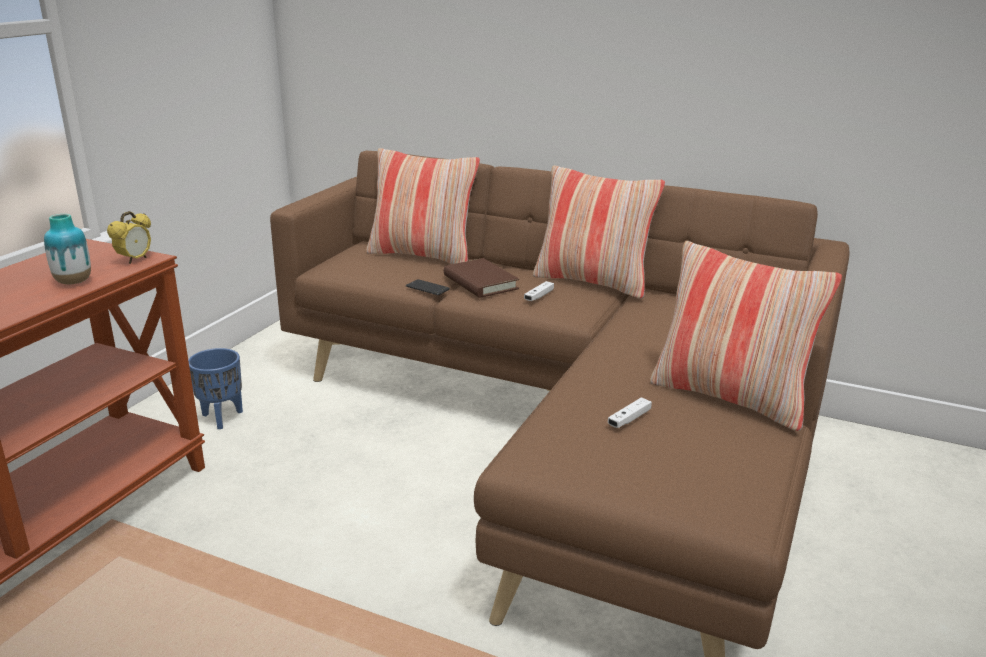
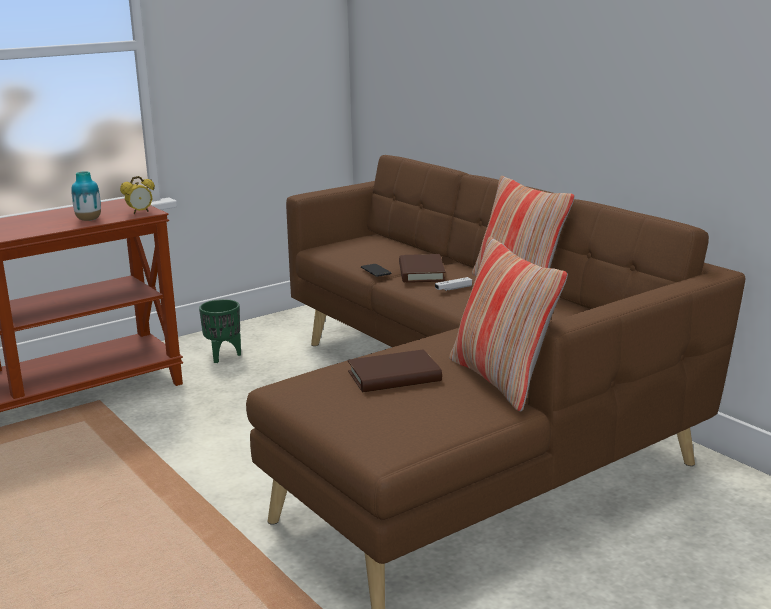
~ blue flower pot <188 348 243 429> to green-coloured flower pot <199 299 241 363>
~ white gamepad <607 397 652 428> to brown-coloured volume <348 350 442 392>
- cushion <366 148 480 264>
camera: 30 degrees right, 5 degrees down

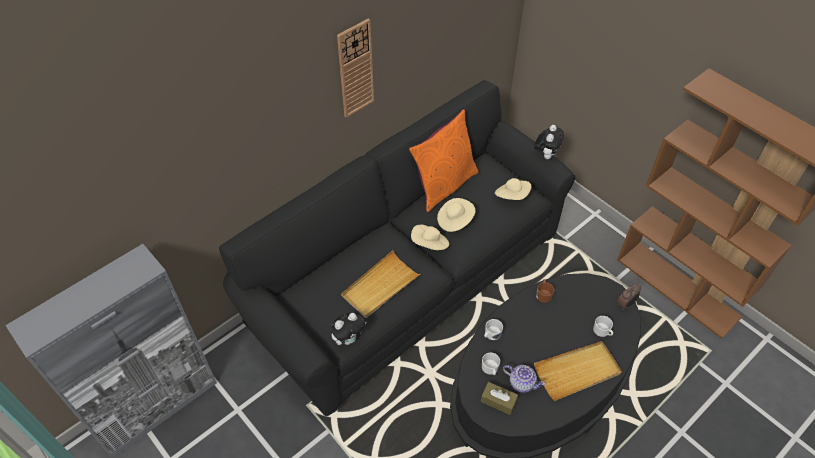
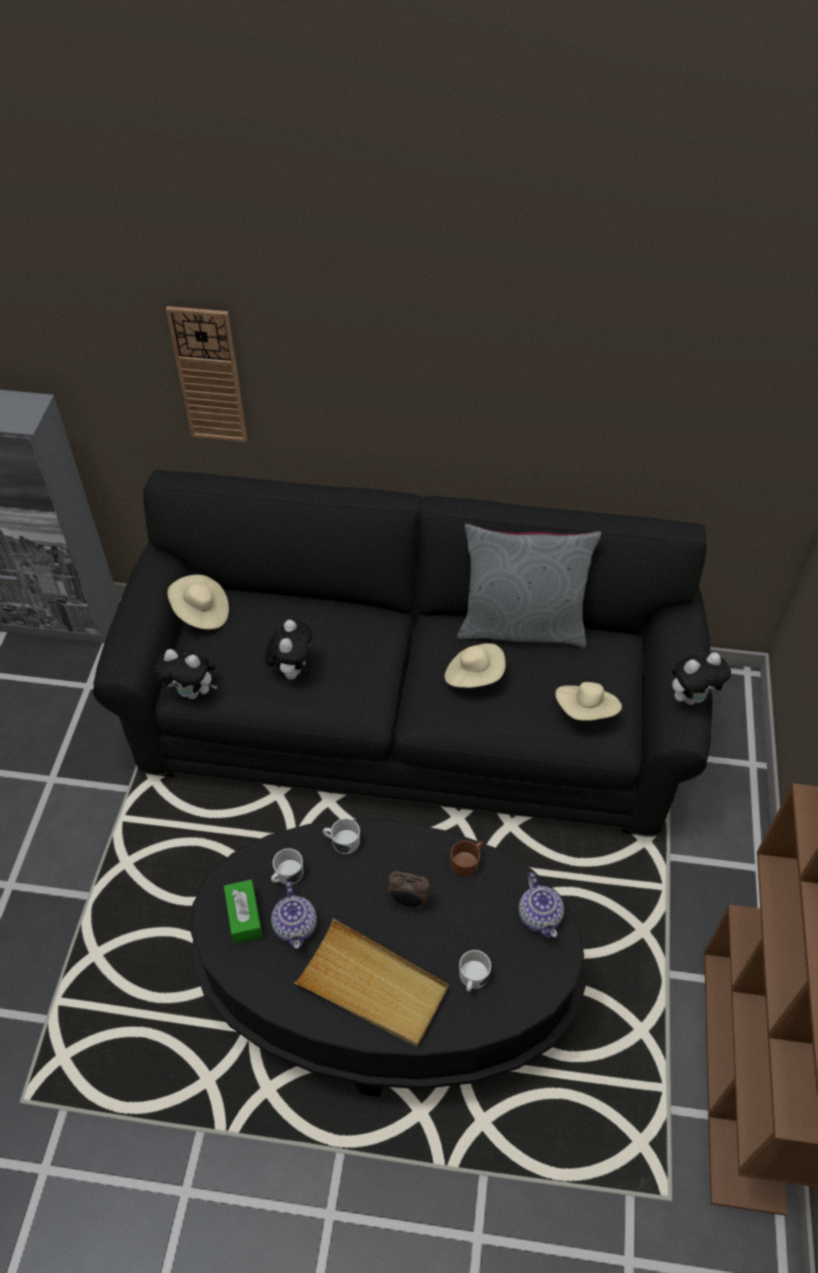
~ hanging clock <337 19 374 118> to <166 306 247 442>
~ beige wearable hat <411 225 449 250> to <167 575 229 630>
~ brown-coloured box of tissues <481 382 518 415> to green-coloured box of tissues <224 879 263 944>
~ beige tray <341 250 420 318> to cuddly toy <265 620 312 680>
~ alarm clock <617 283 641 310> to <387 871 430 909>
~ orangey cushion <409 109 479 212> to greyish cushion <457 523 601 648>
+ pot for tea <519 872 564 938>
camera: 50 degrees right, 0 degrees up

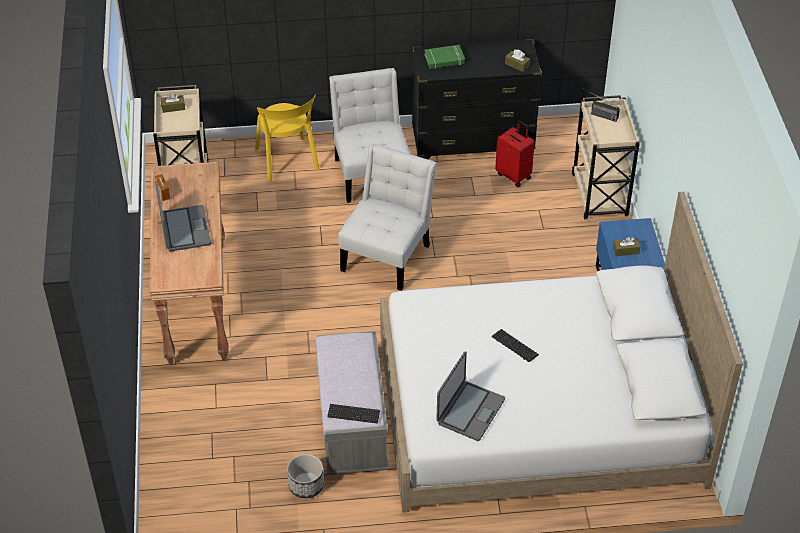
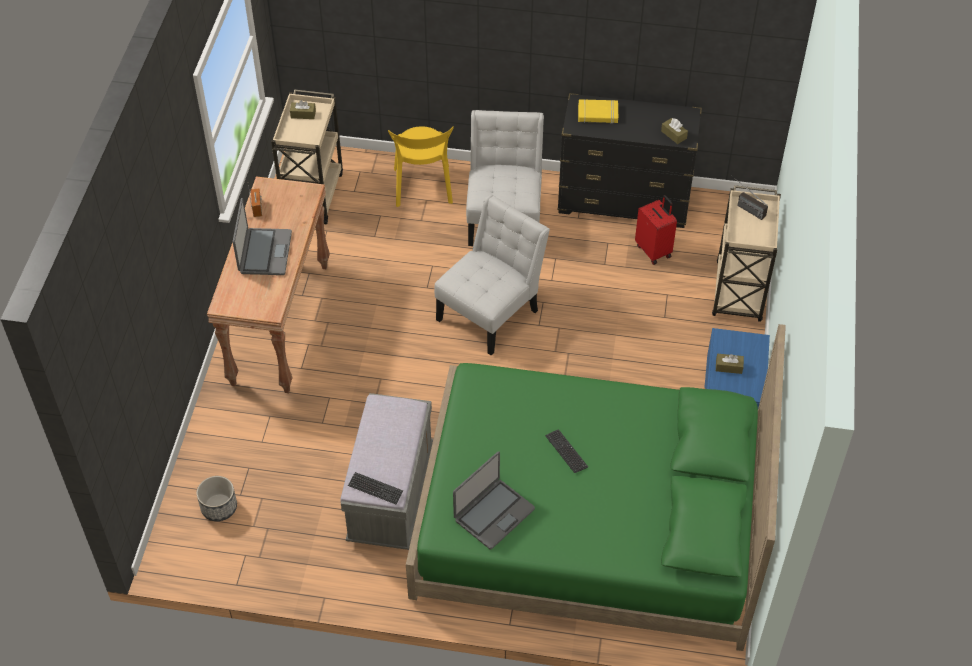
~ flower pot <287 454 324 498> to <197 476 237 521>
~ white bed <380 192 743 513> to green-coloured bed <406 324 786 651>
~ green-coloured volume <424 45 465 69> to yellow volume <578 99 618 123>
camera: 15 degrees right, 5 degrees up

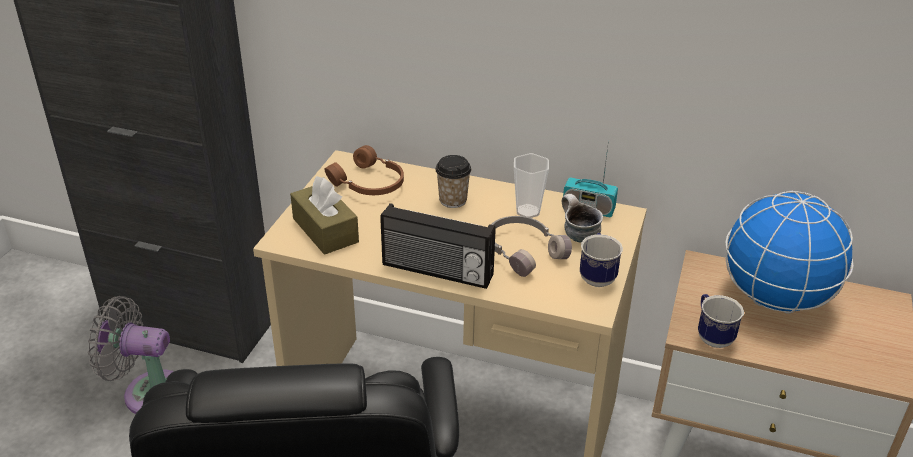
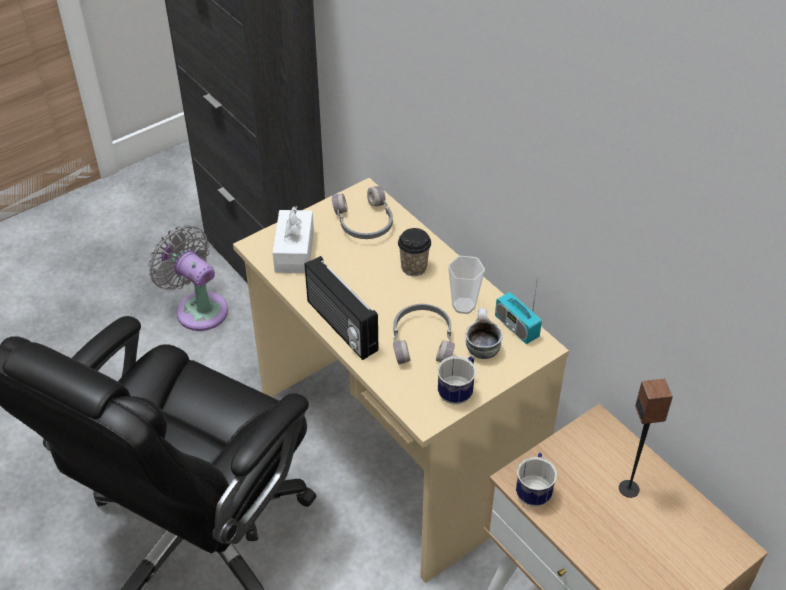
~ brown-coloured box of tissues <290 176 359 255> to white box of tissues <273 206 314 273>
~ brown-coloured headphones <324 145 404 195> to greyish headphones <332 186 393 239>
~ globe <725 191 853 314> to loudspeaker <619 379 673 498>
camera: 35 degrees right, 10 degrees up

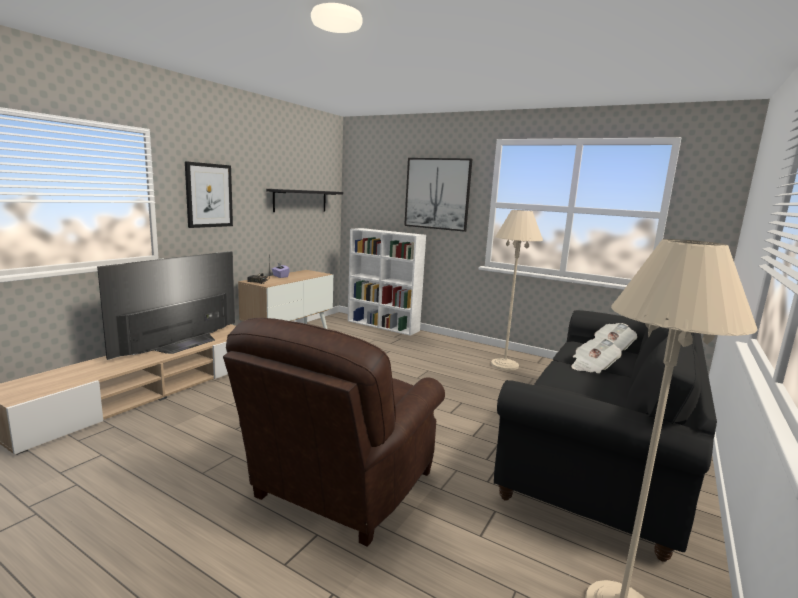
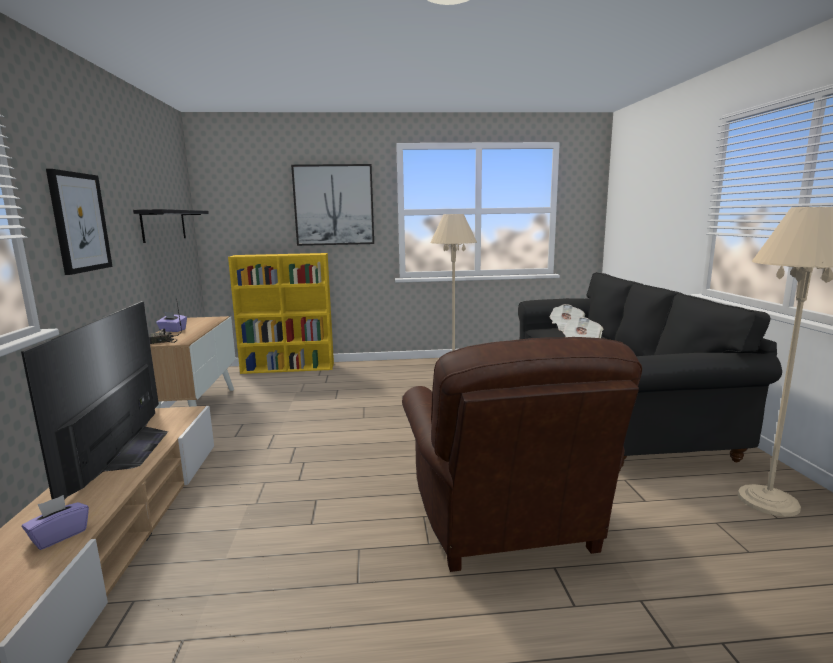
+ purple-coloured box of tissues <22 495 89 550>
~ white shelving unit <348 228 426 336> to yellow shelving unit <228 253 334 374>
camera: 35 degrees left, 0 degrees up

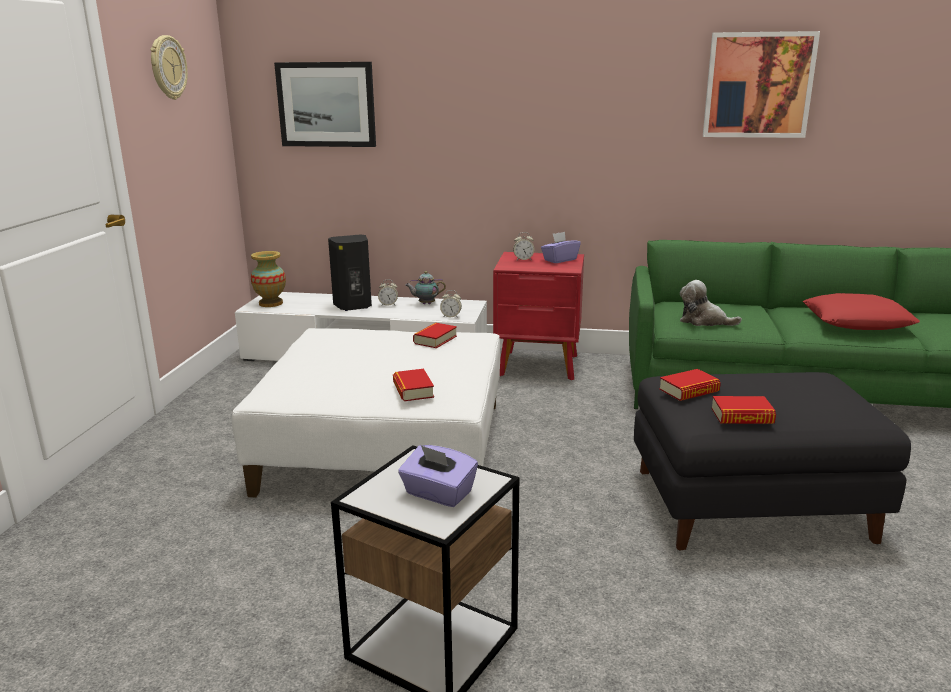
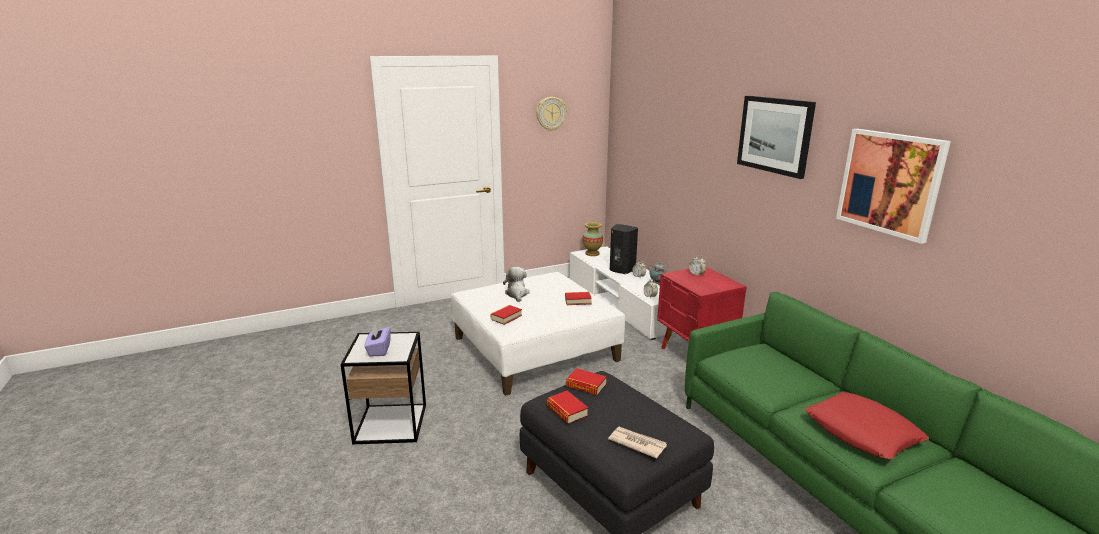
~ cuddly toy <680 280 742 326> to <503 267 530 302>
+ daily paper <608 427 667 458>
~ wall art <274 62 376 147> to <737 96 816 179>
- purple-coloured box of tissues <541 232 581 263>
camera: 55 degrees right, 0 degrees up

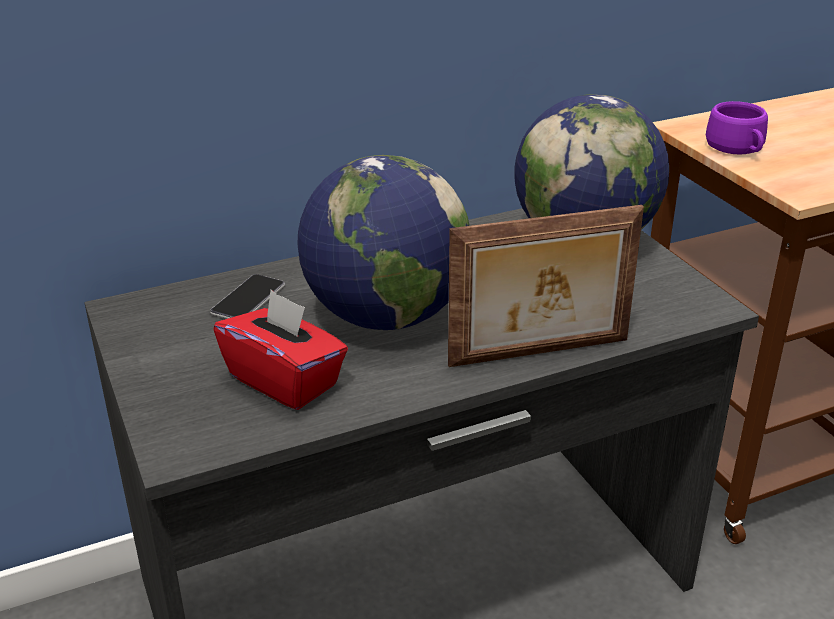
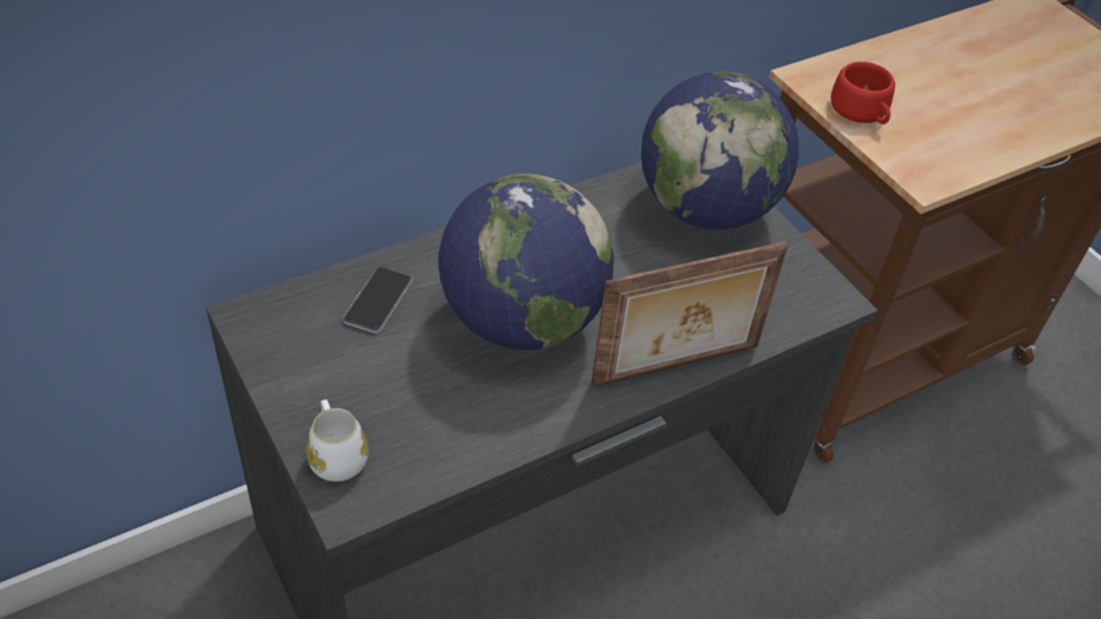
+ white mug <306 399 369 482>
~ purple-coloured drinking cup <706 101 768 154> to red drinking cup <831 62 895 124>
- red box of tissues <213 290 348 410>
camera: 10 degrees left, 15 degrees up

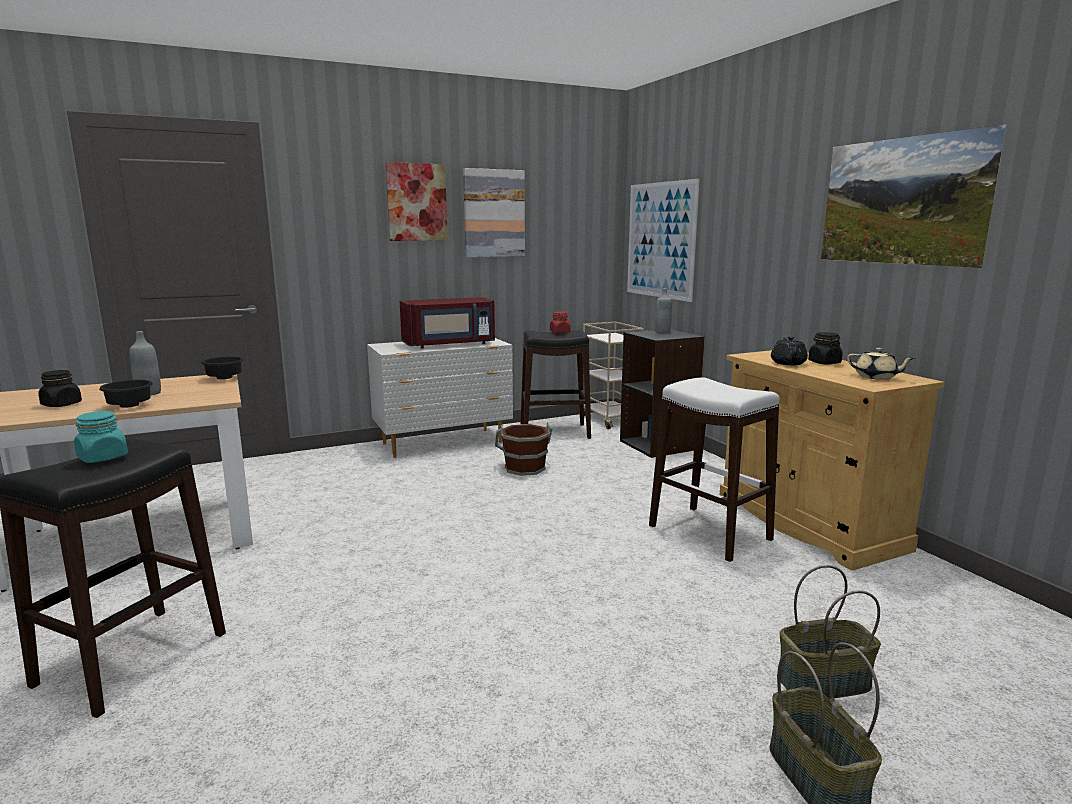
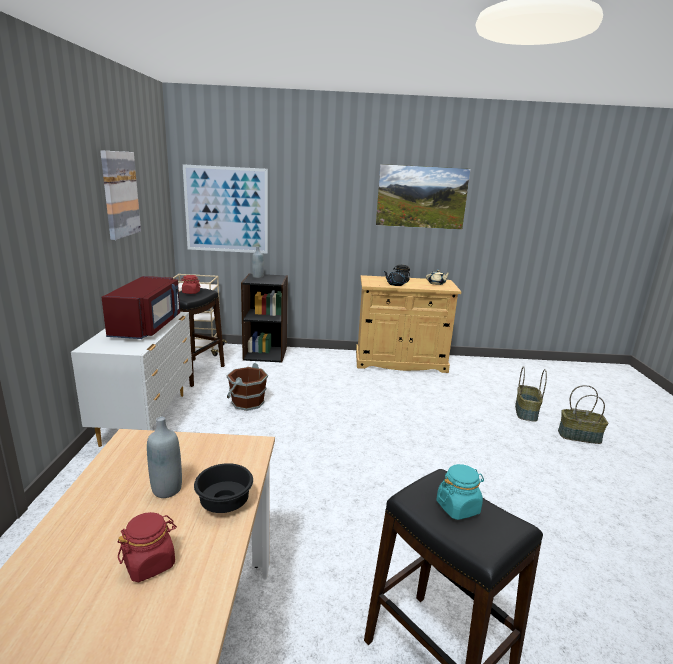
~ black-coloured preserve jar <38 370 82 407> to red preserve jar <118 512 177 582>
- black-coloured serving bowl <201 356 244 379>
- wall art <385 162 448 241>
- white stool seat <649 377 780 562>
camera: 65 degrees left, 5 degrees up

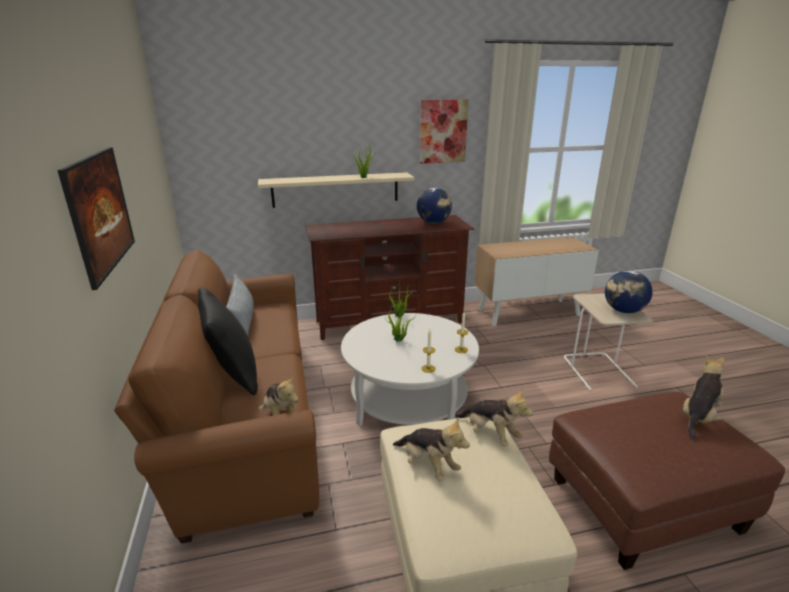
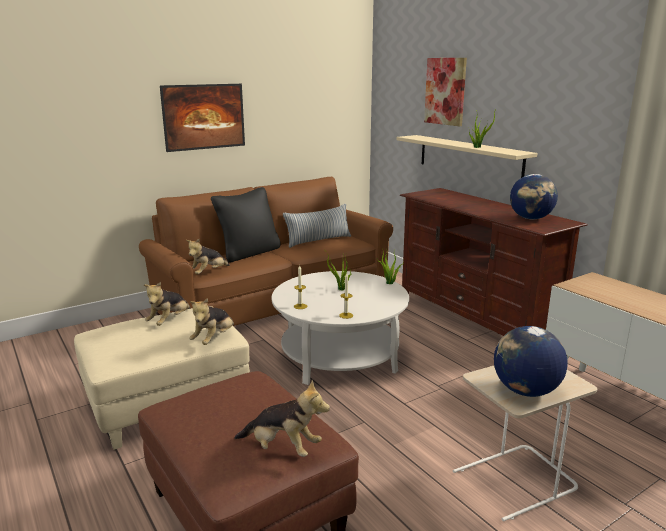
~ wall art <420 99 468 164> to <424 58 467 126>
camera: 70 degrees right, 5 degrees down

